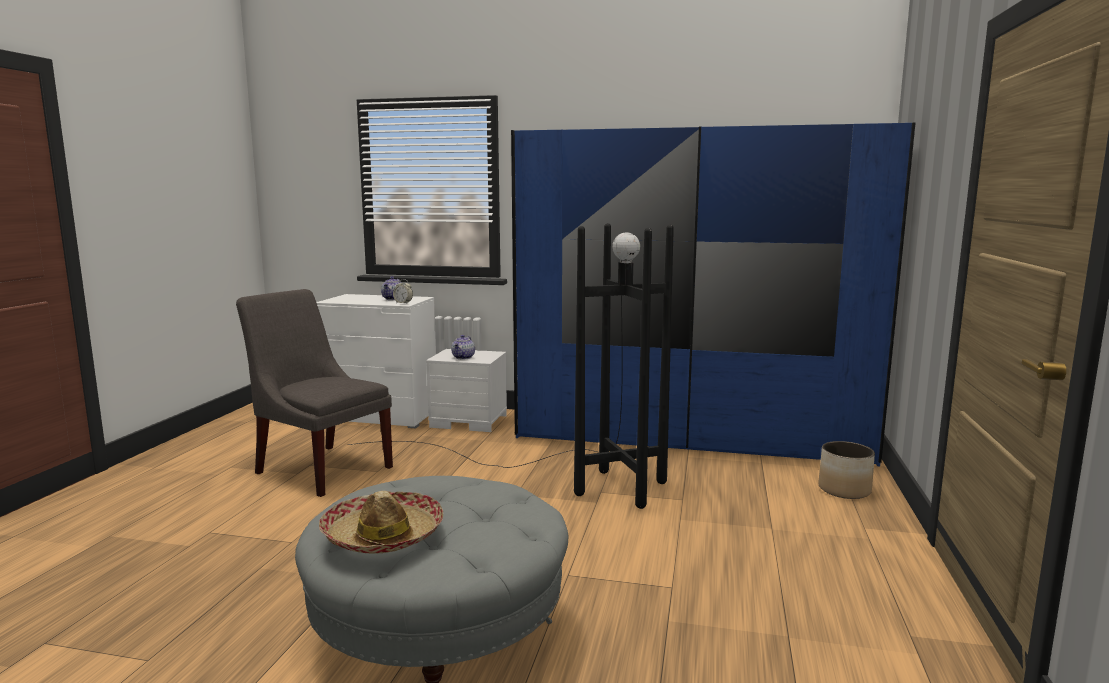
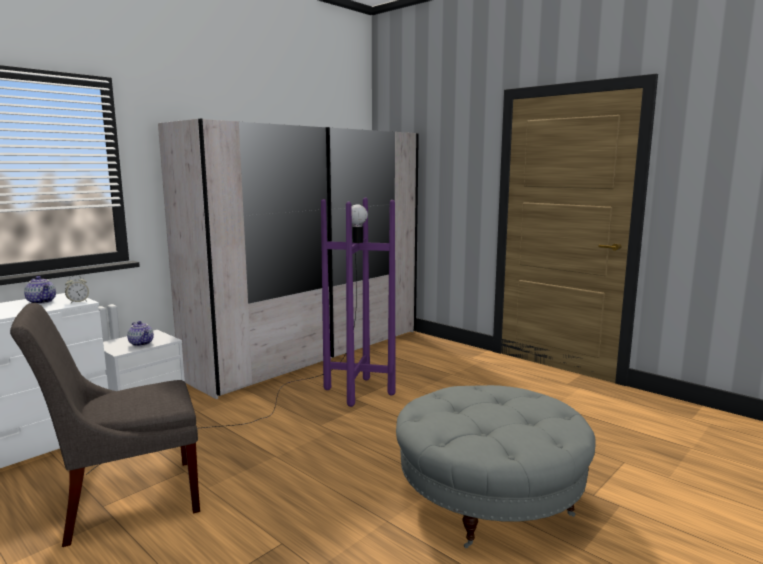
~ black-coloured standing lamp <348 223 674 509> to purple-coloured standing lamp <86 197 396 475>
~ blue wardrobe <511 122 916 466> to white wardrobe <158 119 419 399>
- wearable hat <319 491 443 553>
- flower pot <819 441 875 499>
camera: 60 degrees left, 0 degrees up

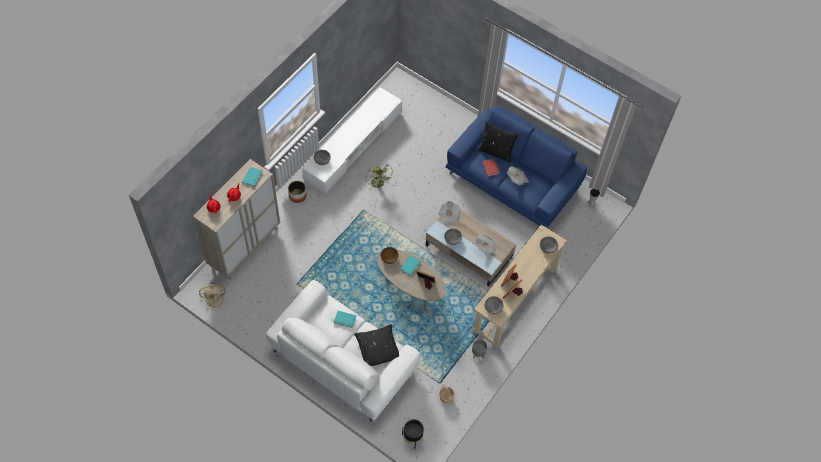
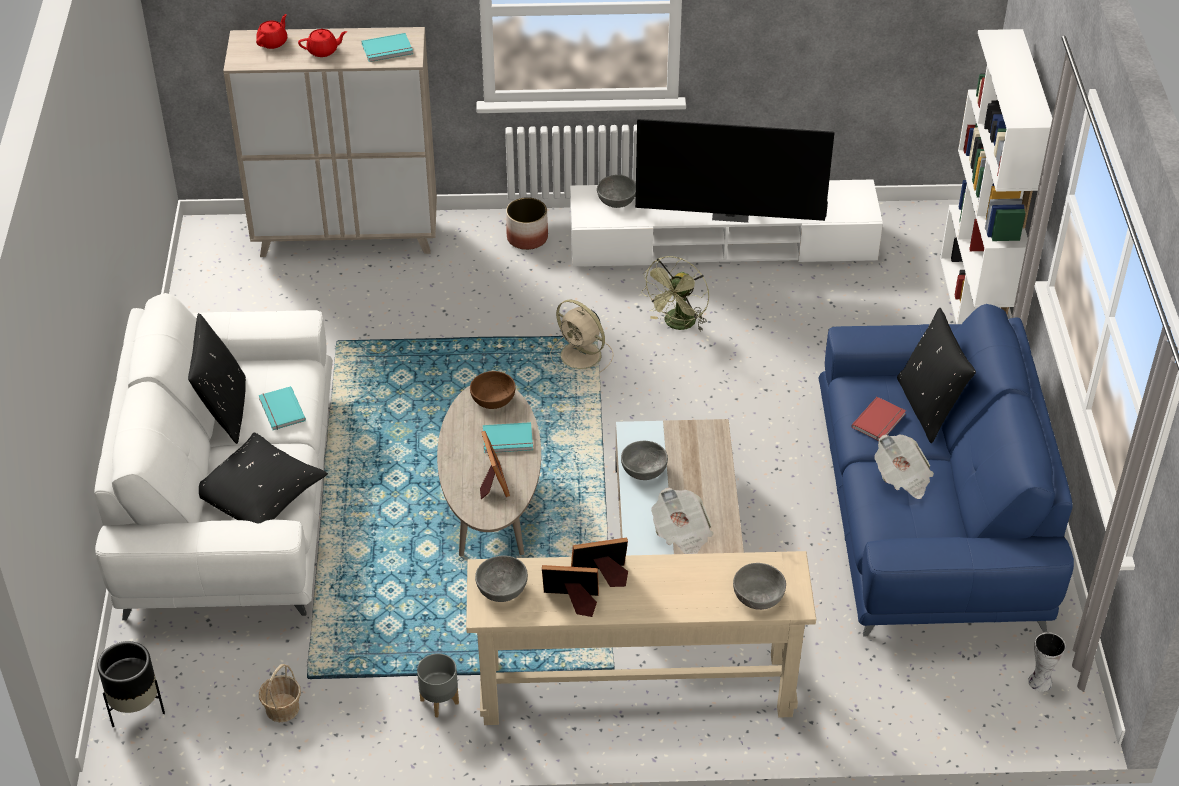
+ black-coloured cushion <188 313 246 444>
~ beige electric fan <199 283 228 311> to <550 299 614 372>
+ TV <635 119 835 223>
+ white shelving unit <940 29 1052 324>
- daily paper <439 201 461 227>
camera: 55 degrees right, 15 degrees down

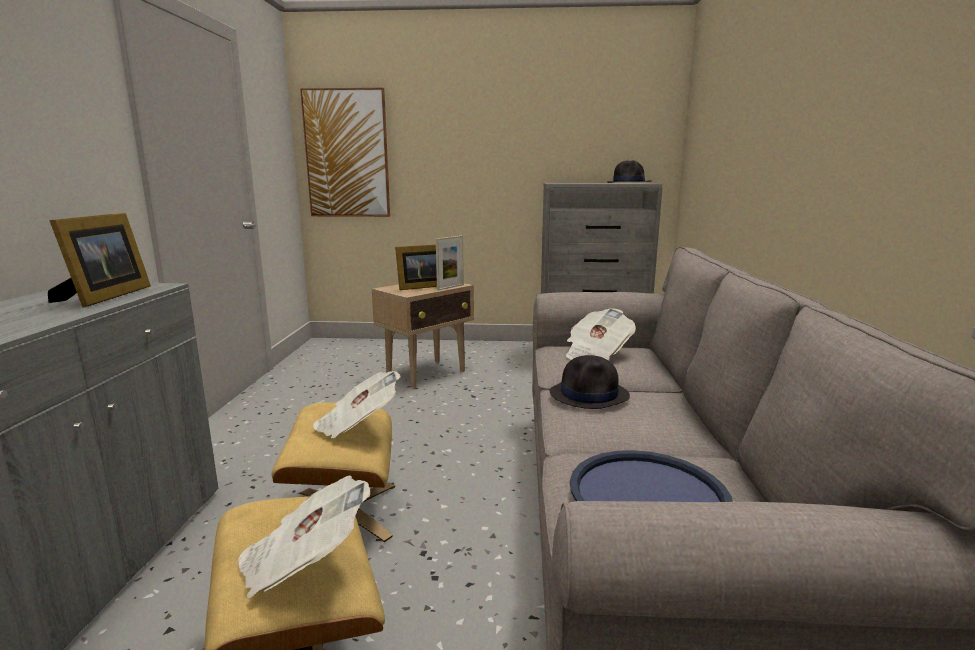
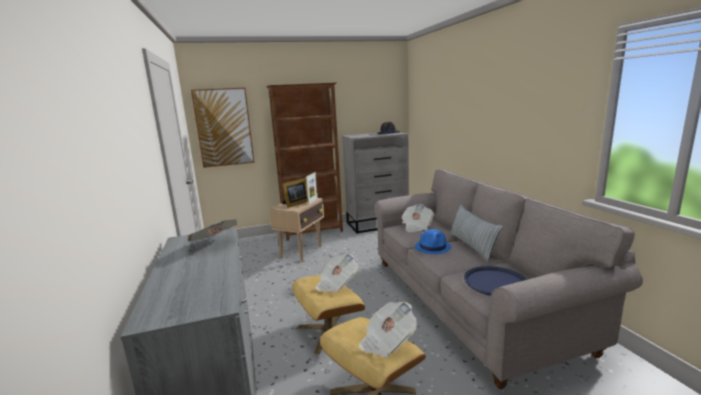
~ picture frame <48 213 151 308> to daily paper <188 219 237 242>
+ brown-coloured shelving unit <266 82 343 241>
~ black-coloured wearable hat <550 355 630 409> to blue wearable hat <415 229 452 254>
+ cushion <450 204 503 262>
camera: 20 degrees left, 0 degrees up

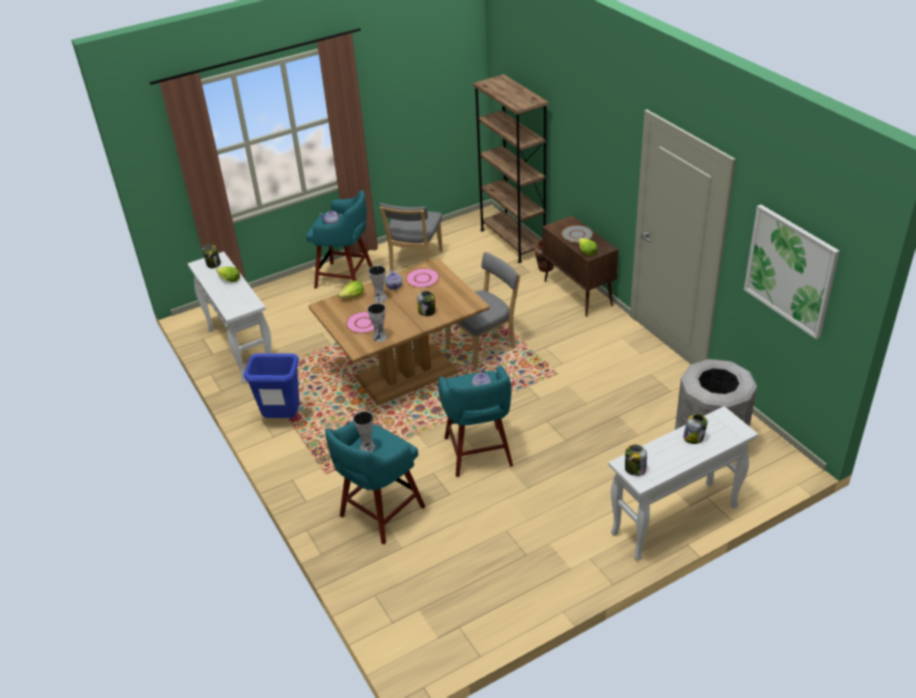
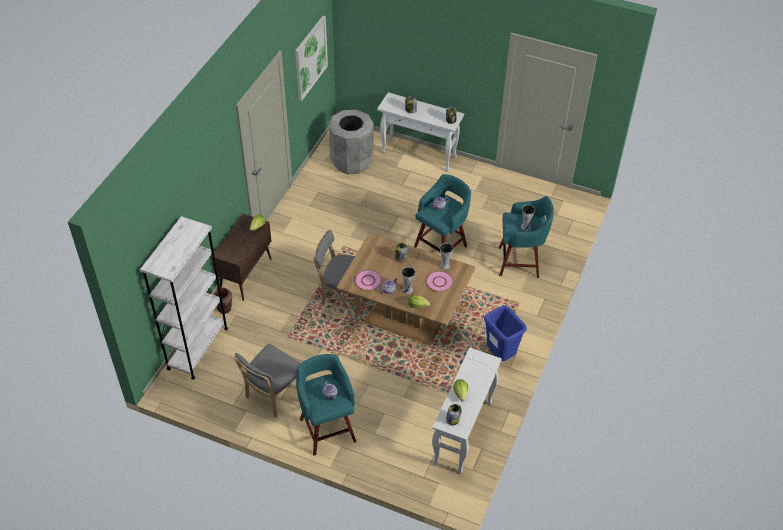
~ brown-coloured shelving unit <473 74 549 263> to white shelving unit <140 216 228 380>
~ greyish upright chair <379 203 443 271> = <234 344 301 418> 150 degrees clockwise
- greyish flat dish <561 225 593 243>
camera: 130 degrees left, 10 degrees up

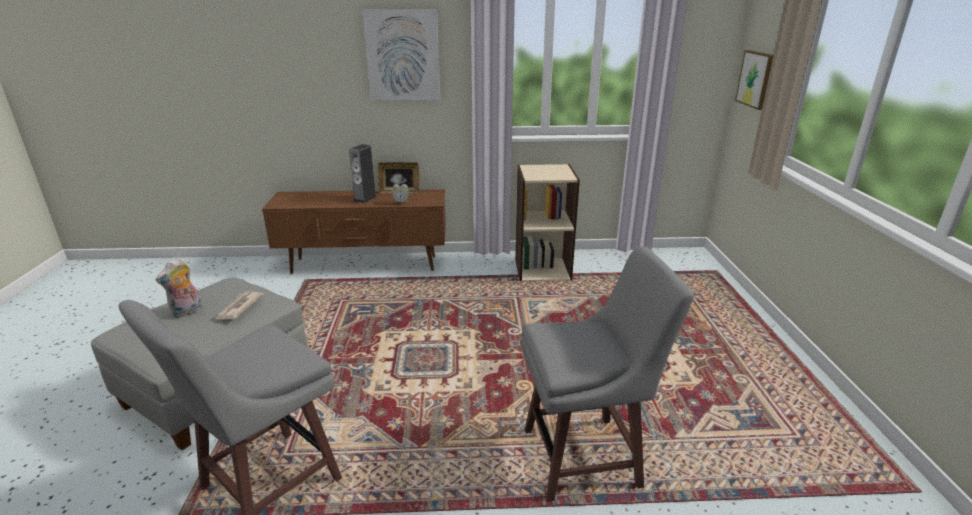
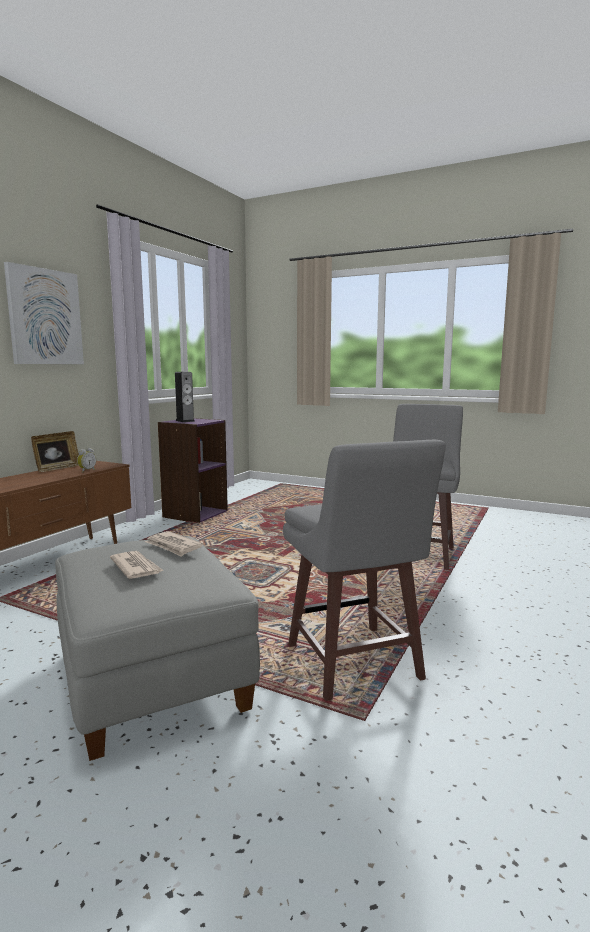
~ cuddly toy <156 257 202 318> to daily paper <110 551 164 579>
~ beige shelving unit <515 164 580 281> to purple-coloured shelving unit <158 418 228 523>
~ loudspeaker <349 144 377 203> to <175 372 195 422>
- wall art <735 50 774 110>
camera: 60 degrees left, 15 degrees down

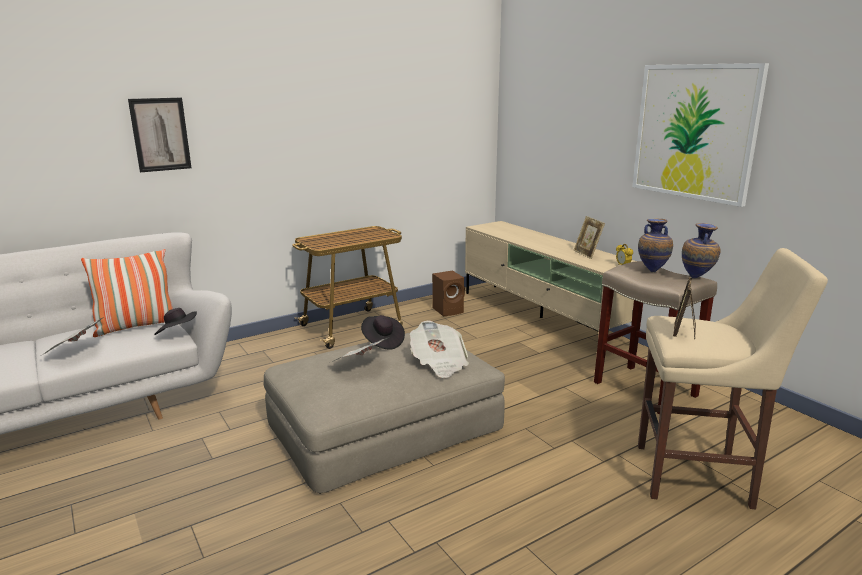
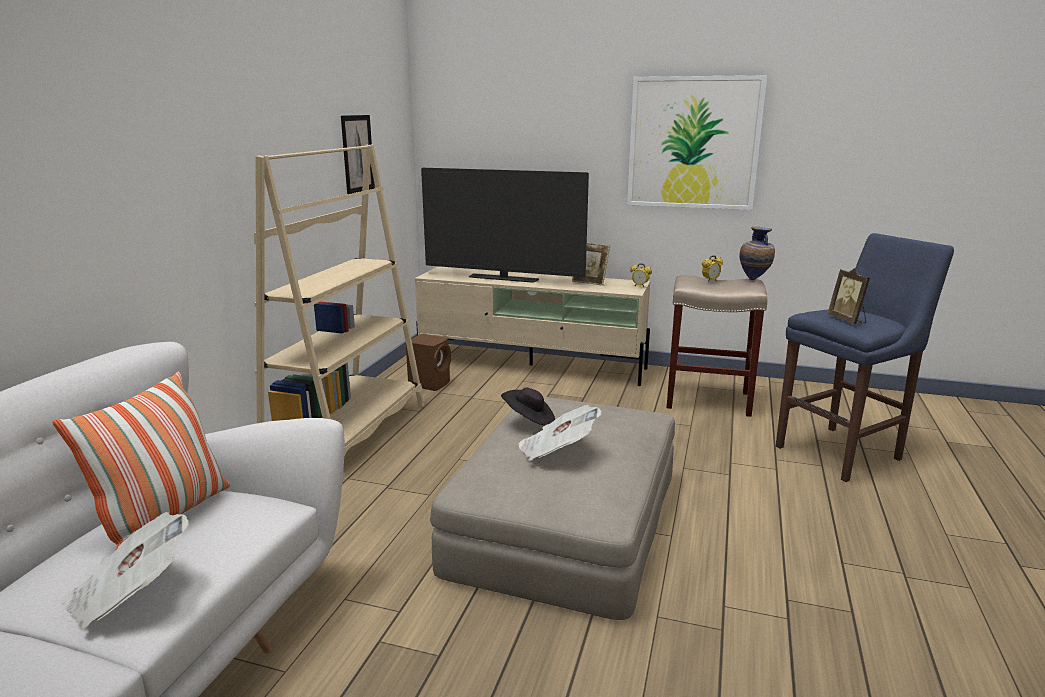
~ wheeled cart <292 226 403 349> to beige shelving unit <254 144 424 480>
~ wall art <128 98 191 172> to <341 115 375 194>
+ TV <421 168 589 283>
~ decorative vase <638 219 673 272> to alarm clock <702 255 723 282>
~ beige stool seat <638 248 828 509> to blue stool seat <776 233 954 482>
- black-coloured wearable hat <154 308 197 335>
- daily paper <410 321 469 378>
camera: 40 degrees left, 0 degrees up

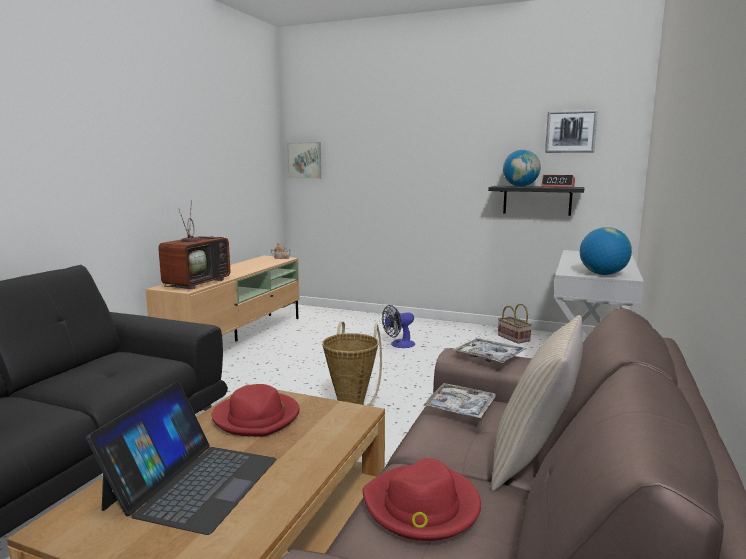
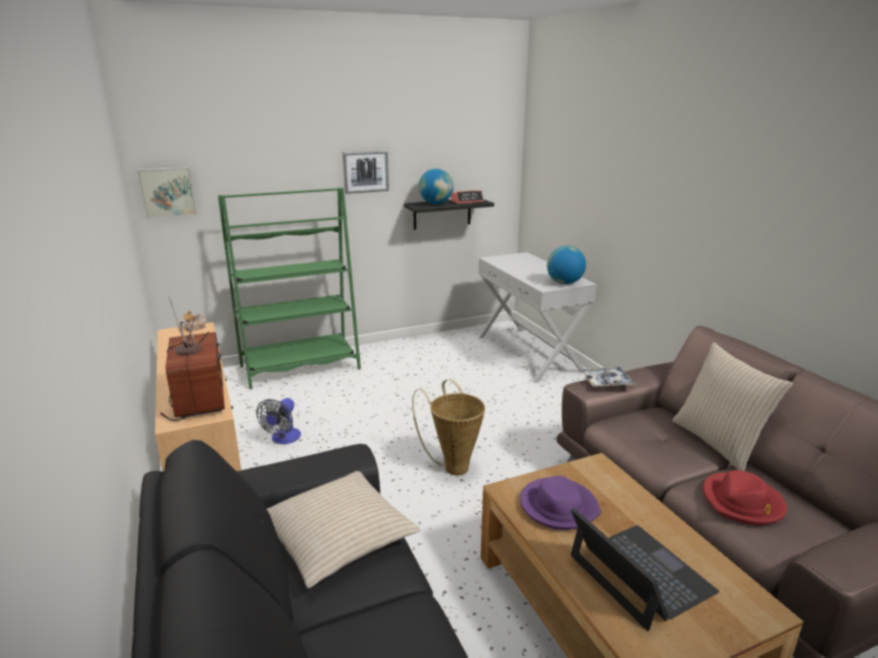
+ green-coloured shelving unit <218 188 361 389>
~ electric fan <382 305 415 348> to <256 398 301 444>
+ beige cushion <267 471 420 589>
~ wall art <545 110 598 153> to <343 150 389 194>
~ red wearable hat <212 384 299 437> to purple-coloured wearable hat <520 476 601 530>
- tray <423 383 496 418>
- storage basket <498 304 532 344>
camera: 45 degrees left, 10 degrees up

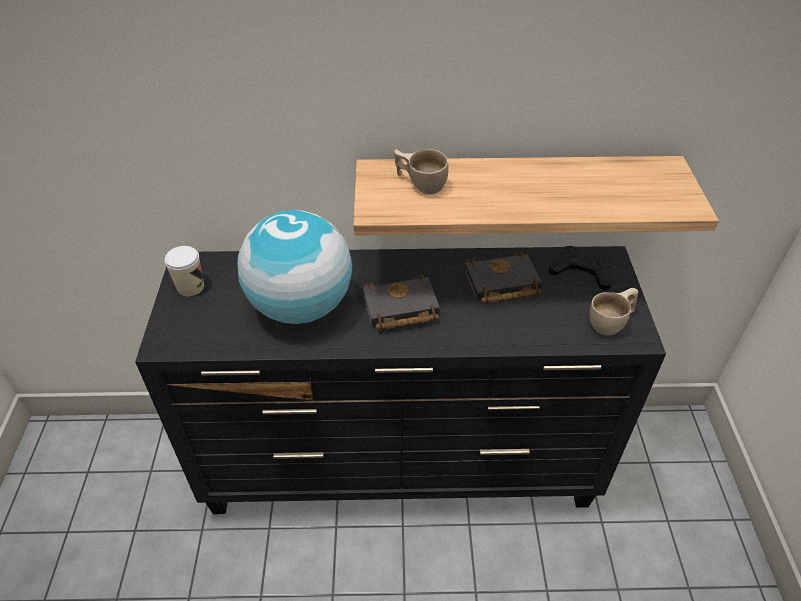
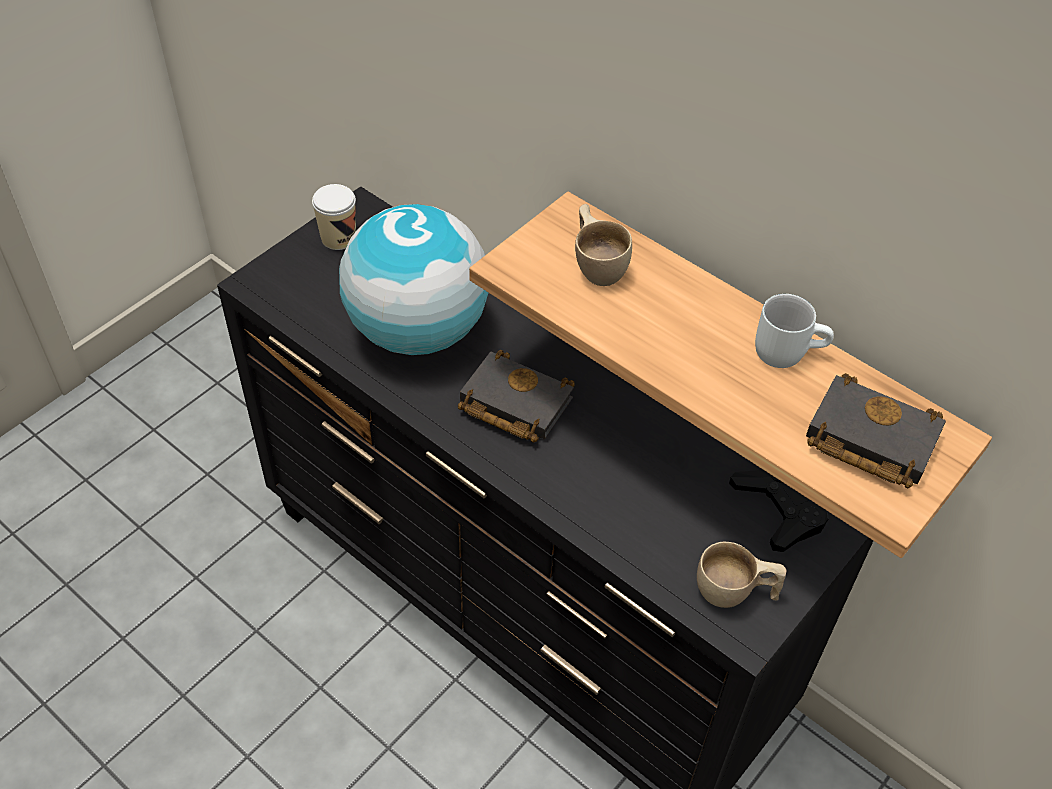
+ white mug <755 294 834 368>
~ black-coloured volume <465 253 542 303> to <806 373 946 488>
camera: 40 degrees right, 5 degrees up

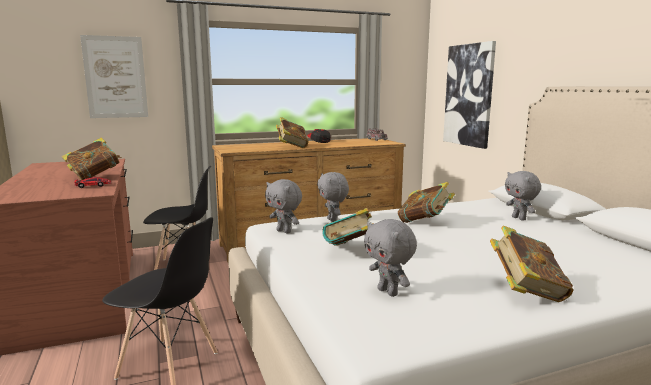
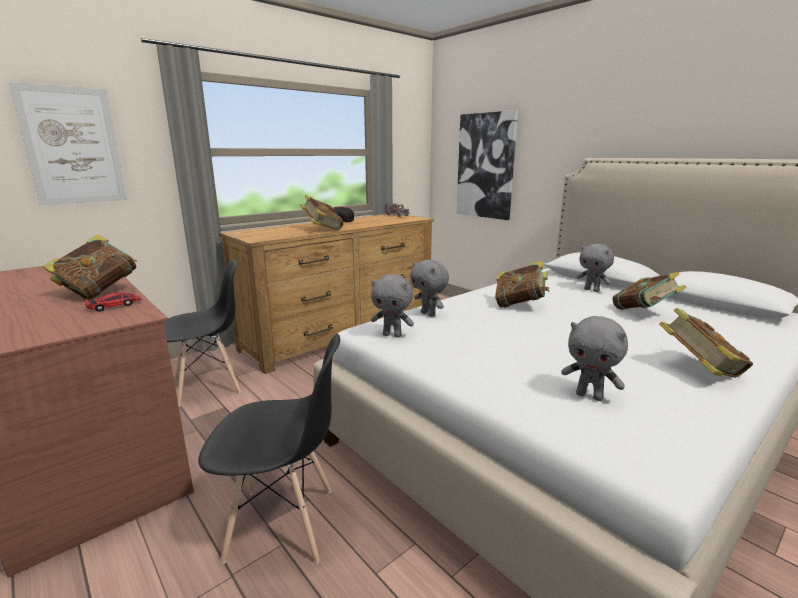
~ volume <322 208 374 246> to <612 272 686 310>
camera: 20 degrees left, 5 degrees up

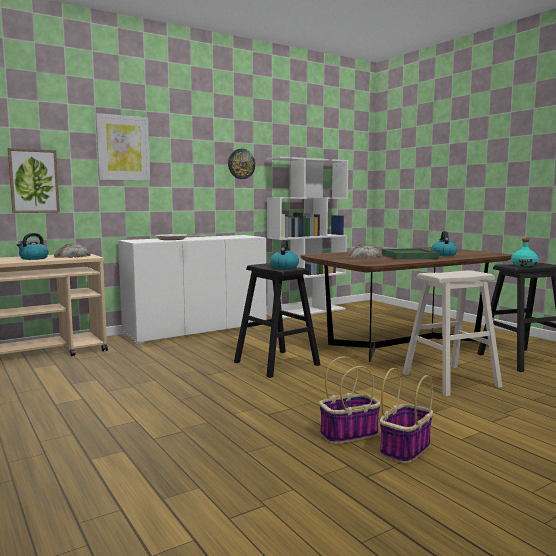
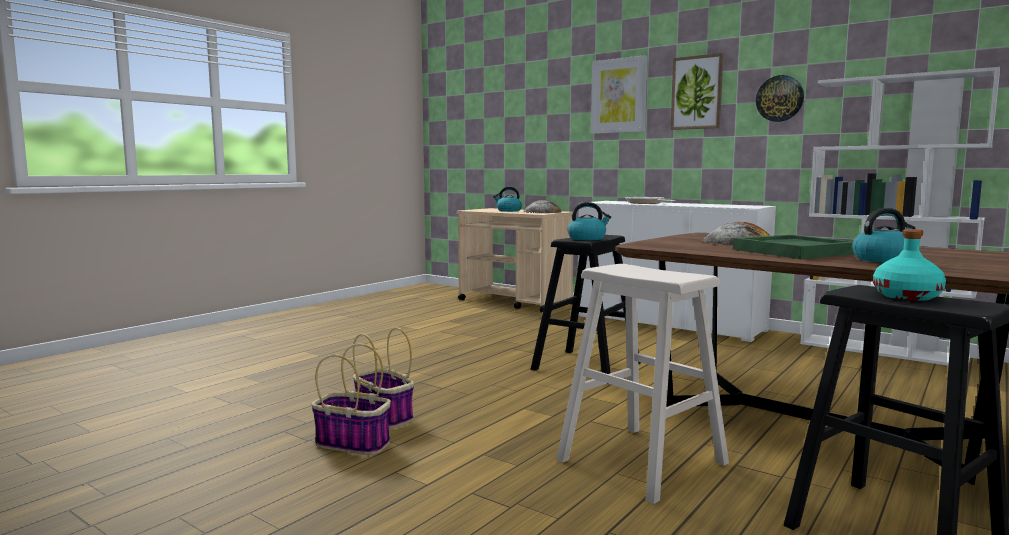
~ wall art <8 148 60 213> to <671 53 723 130>
camera: 70 degrees right, 0 degrees up

